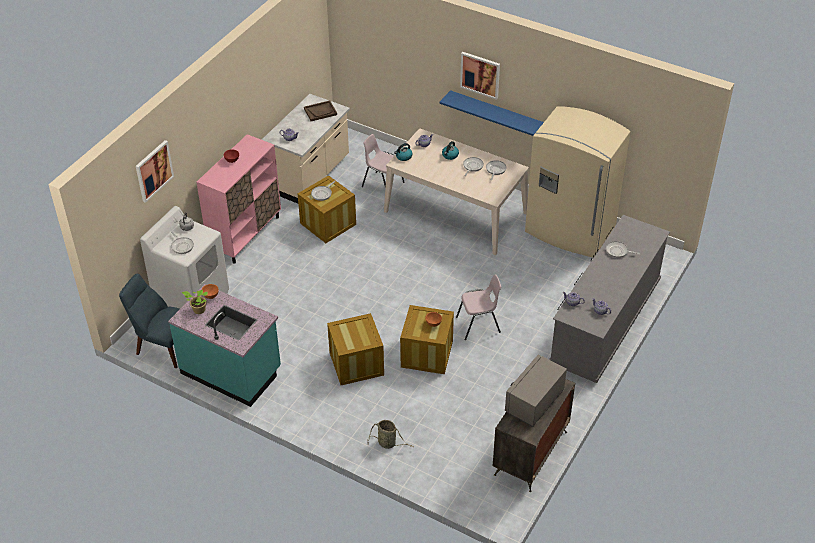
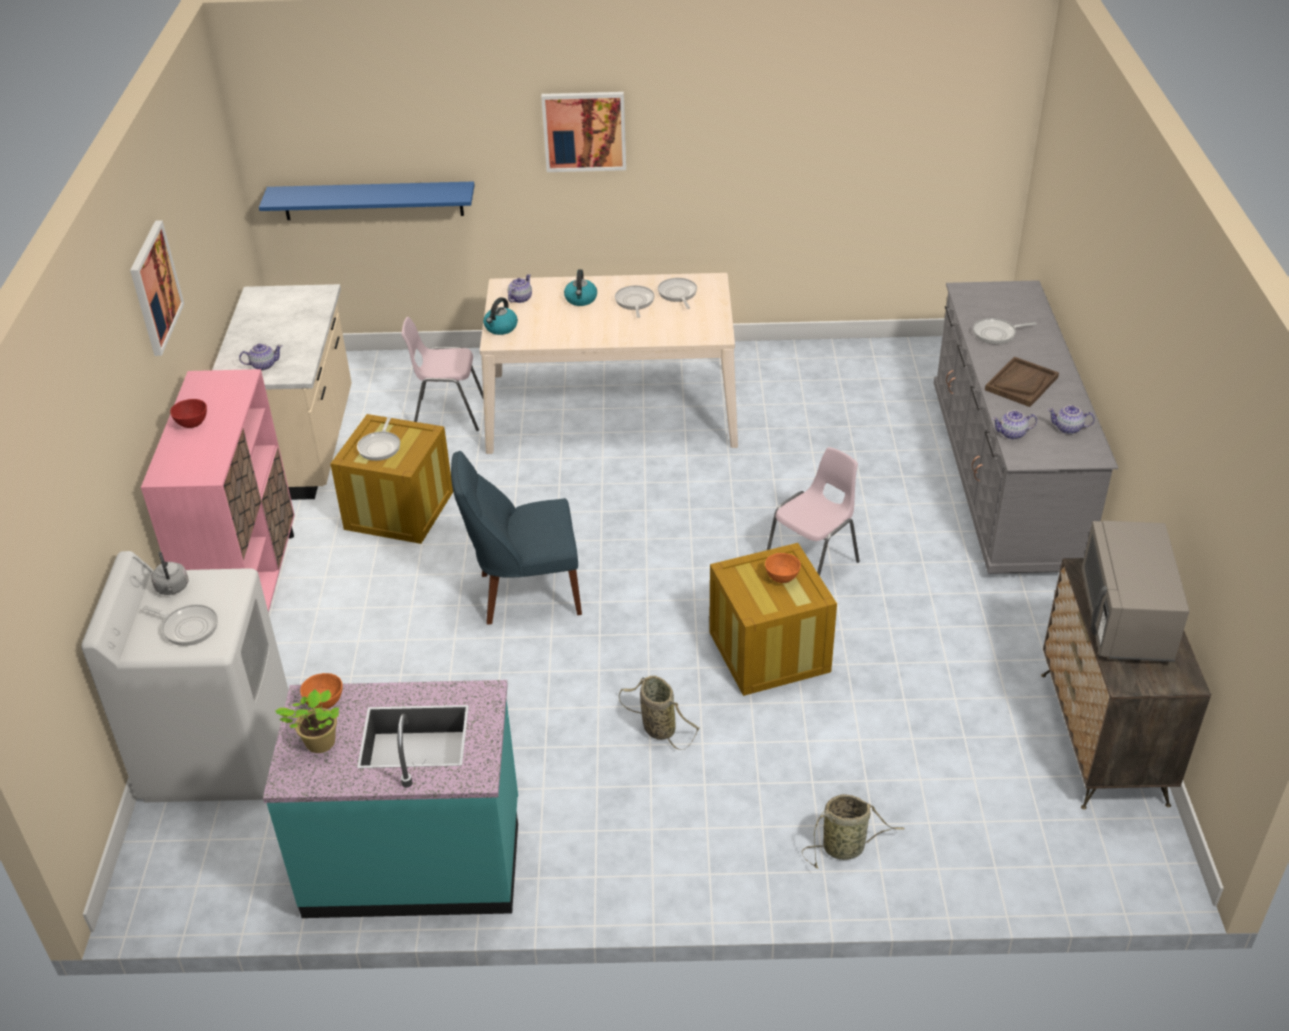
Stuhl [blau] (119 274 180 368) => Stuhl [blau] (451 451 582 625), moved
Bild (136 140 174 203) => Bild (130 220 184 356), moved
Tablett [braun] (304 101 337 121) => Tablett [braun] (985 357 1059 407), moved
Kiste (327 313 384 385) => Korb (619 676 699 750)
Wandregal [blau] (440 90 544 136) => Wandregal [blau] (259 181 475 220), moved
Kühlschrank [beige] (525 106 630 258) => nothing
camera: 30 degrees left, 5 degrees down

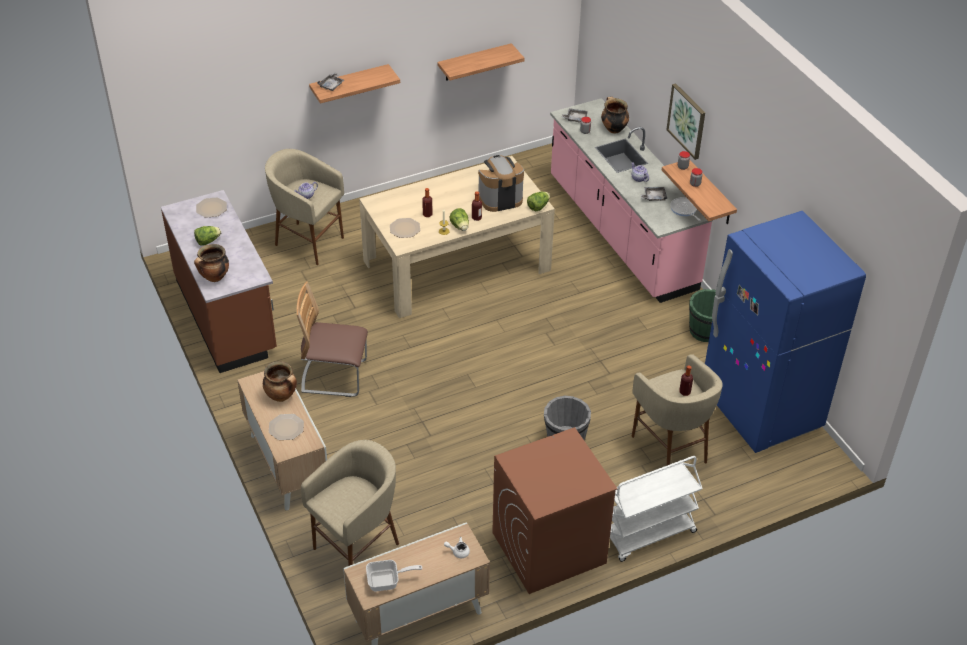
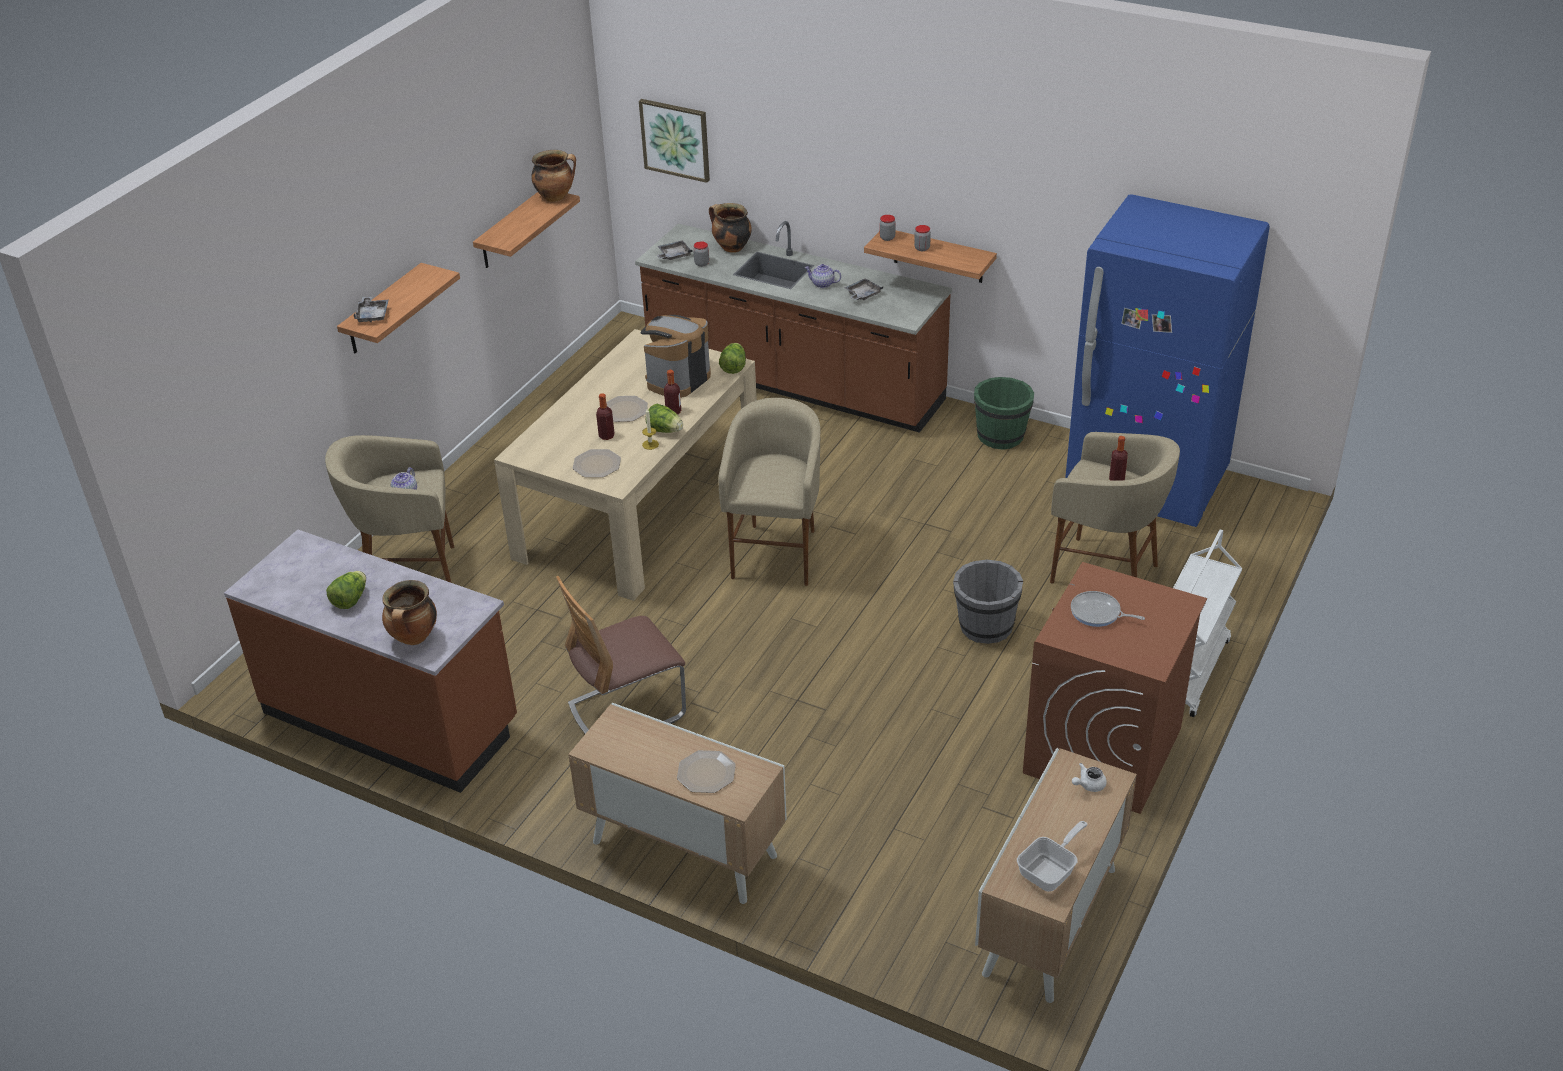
Teller (196 198 227 218) => Teller (606 396 648 422), moved
Kochtopf (263 361 297 402) => Kochtopf (531 150 576 202), moved
Hocker [beige] (301 440 399 566) => Hocker [beige] (718 398 820 586), moved
Küchenzeile [rosa] (550 98 713 303) => Küchenzeile [braun] (635 221 952 433)
Bild (666 83 705 160) => Bild (639 99 710 183), moved
Pfanne (670 197 701 221) => Pfanne (1071 591 1145 627), moved
camera: 35 degrees left, 5 degrees down

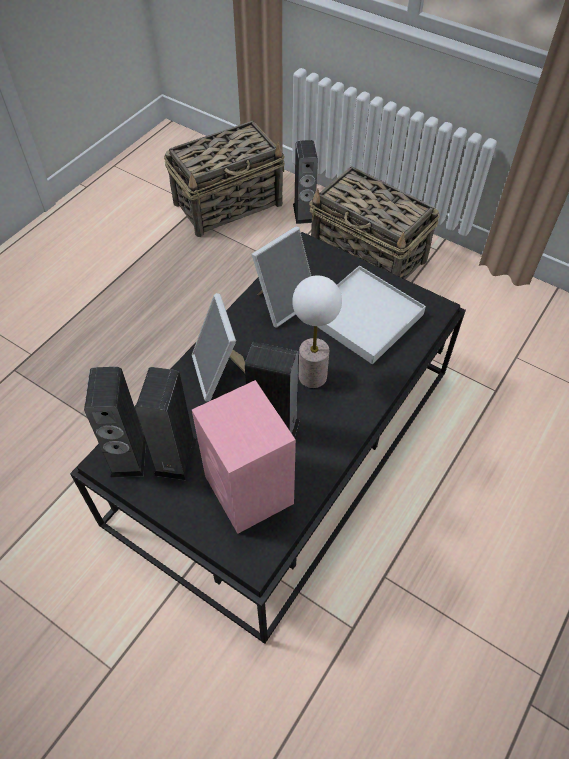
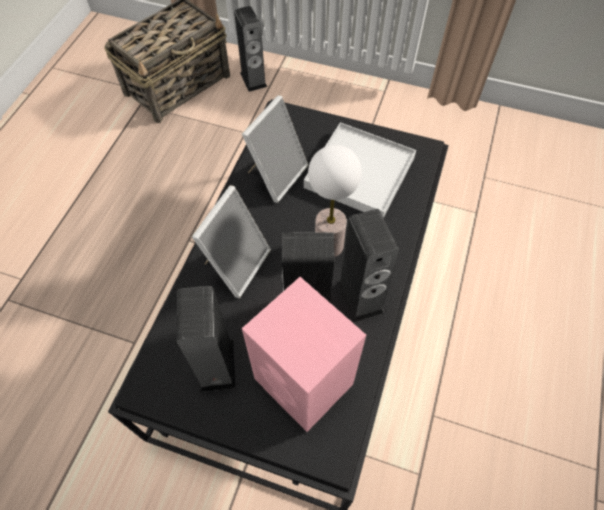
Lautsprecher (84 367 146 478) => Lautsprecher (338 209 399 323), moved
Bilderrahmen (192 293 245 402) => Bilderrahmen (192 185 271 298), 120 degrees counterclockwise
Korb (309 166 440 279) => nothing
camera: 15 degrees left, 5 degrees up

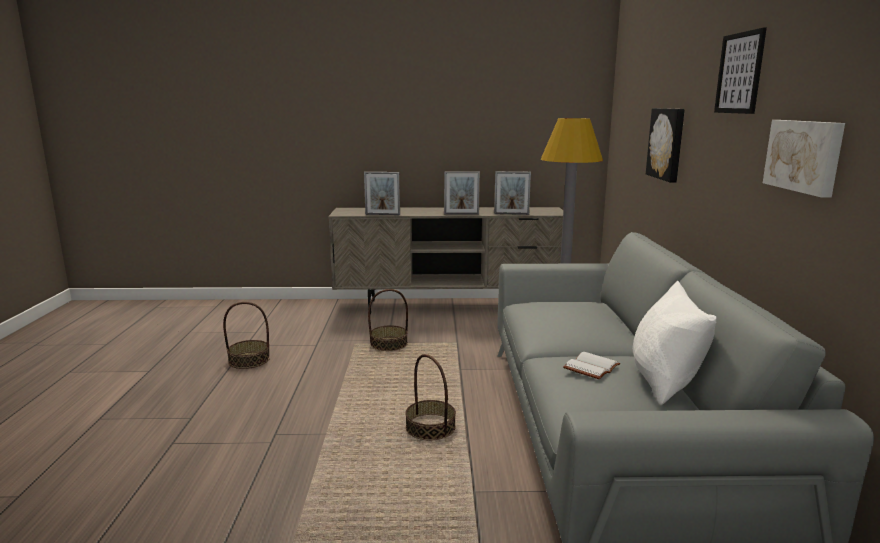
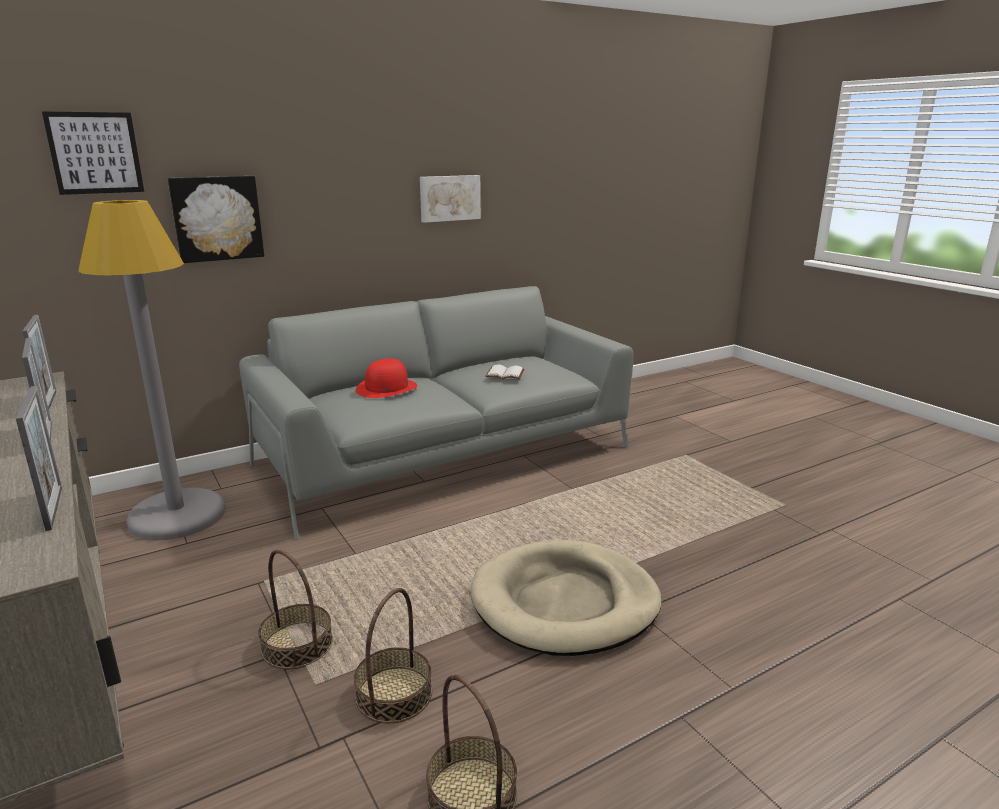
Korb (405 354 456 440) => Korb (354 588 432 723), moved
Kissen [weiß] (632 281 716 405) => nothing
Bild (714 28 767 114) => Bild (42 111 144 195), moved
nothing => Hut [rot] (356 358 418 398)
nothing => Hundebett [beige] (471 540 661 656)
camera: 120 degrees left, 5 degrees up

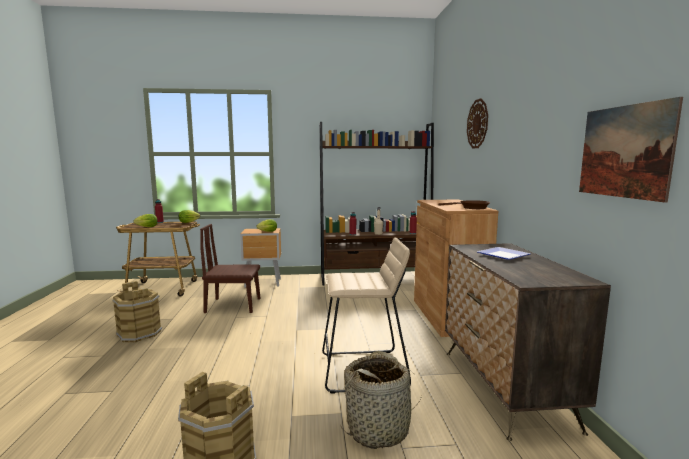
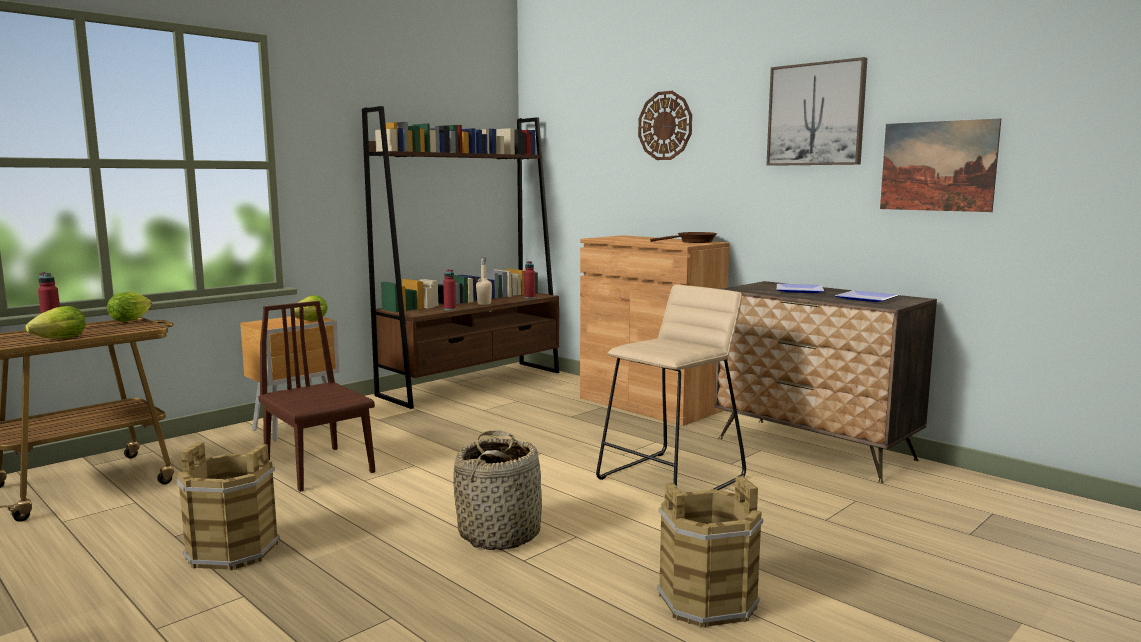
Stuhl [braun] (200 224 260 313) => Stuhl [braun] (258 301 375 492), 90 degrees clockwise
Korb (340 351 422 449) => Korb (453 431 542 550), moved
nothing => Bild (767 57 867 166)
nothing => Teller (835 290 899 302)
camera: 40 degrees left, 0 degrees up

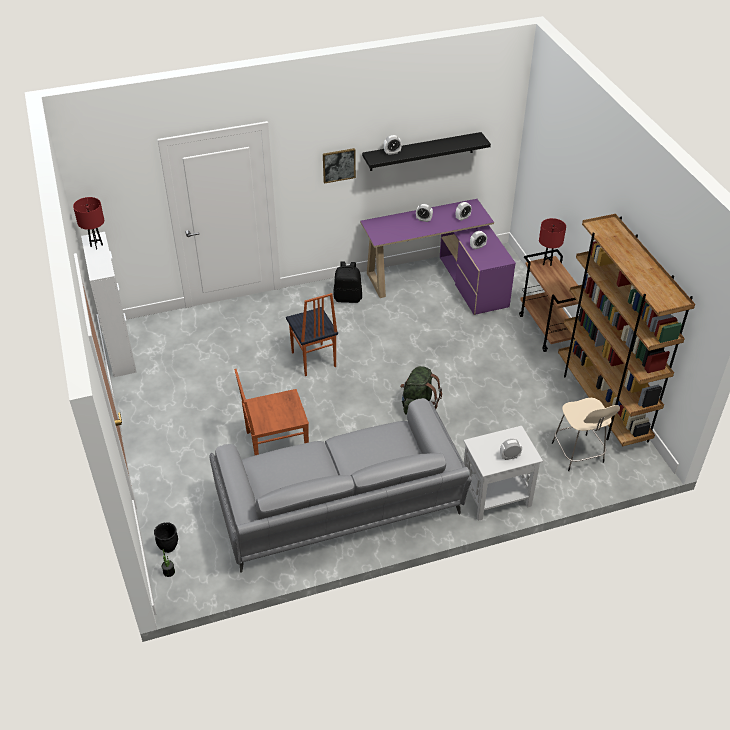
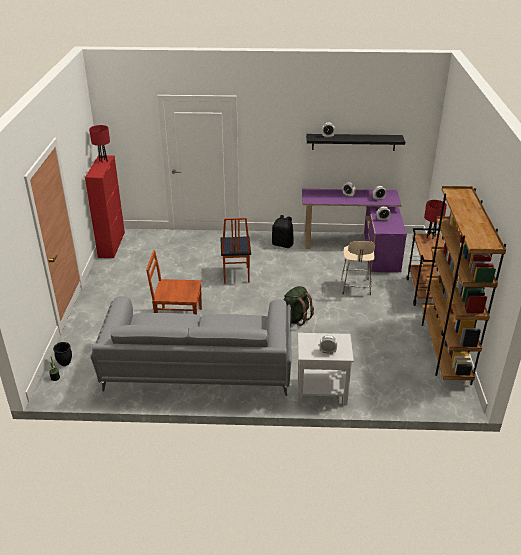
Schrank [weiß] (81 232 137 377) => Schrank [rot] (85 155 125 258)
Bild (323 148 356 184) => nothing
Hocker [beige] (552 398 620 471) => Hocker [beige] (341 241 375 295), moved
camera: 20 degrees right, 10 degrees down

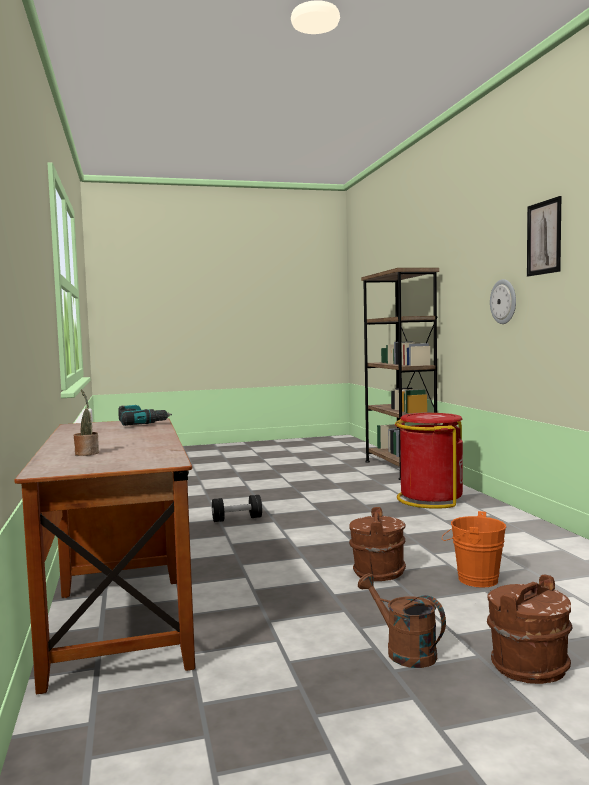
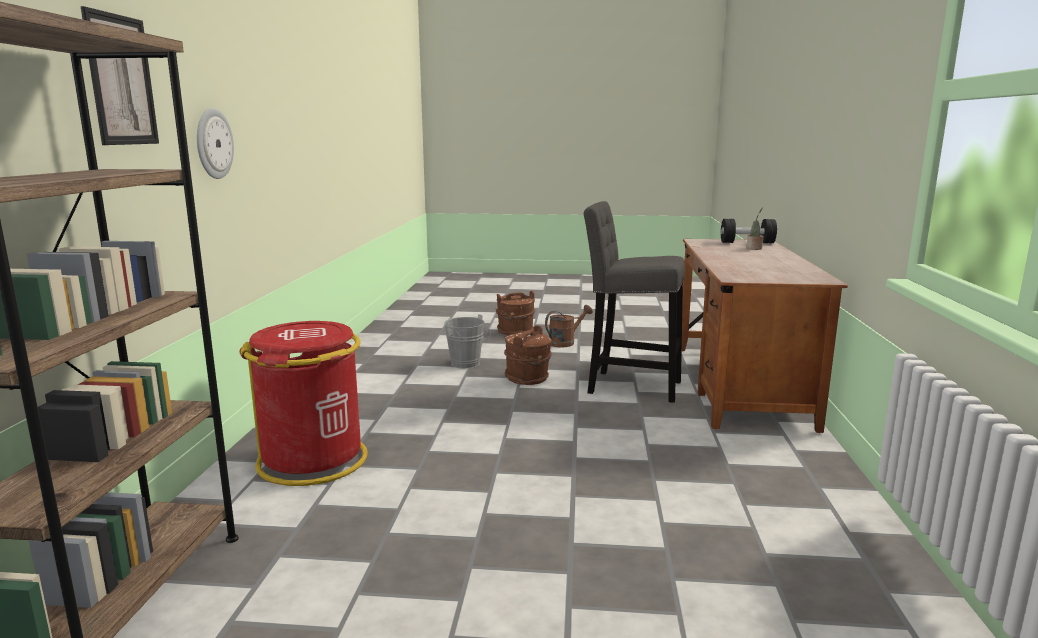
Bohrmaschine (118 405 172 426) => nothing
Hantel [schwarz] (212 495 262 522) => Hantel [schwarz] (721 219 777 243), moved
Gießkanne [braun] (358 573 446 668) => Gießkanne [braun] (545 305 593 348), 105 degrees counterclockwise
Eimer [orange] (442 511 506 588) => Eimer [grau] (444 314 491 368)
Bild (527 196 561 276) => Bild (81 6 159 145), moved
nothing => Hocker [grau] (584 201 685 403)
camera: 160 degrees left, 10 degrees up

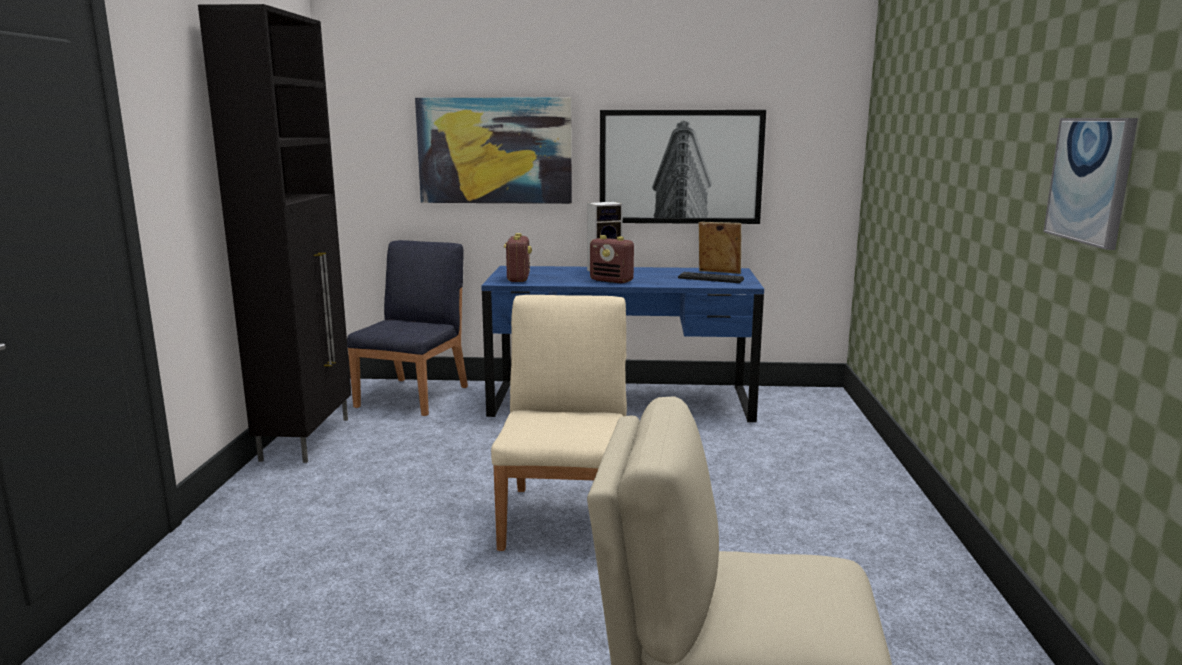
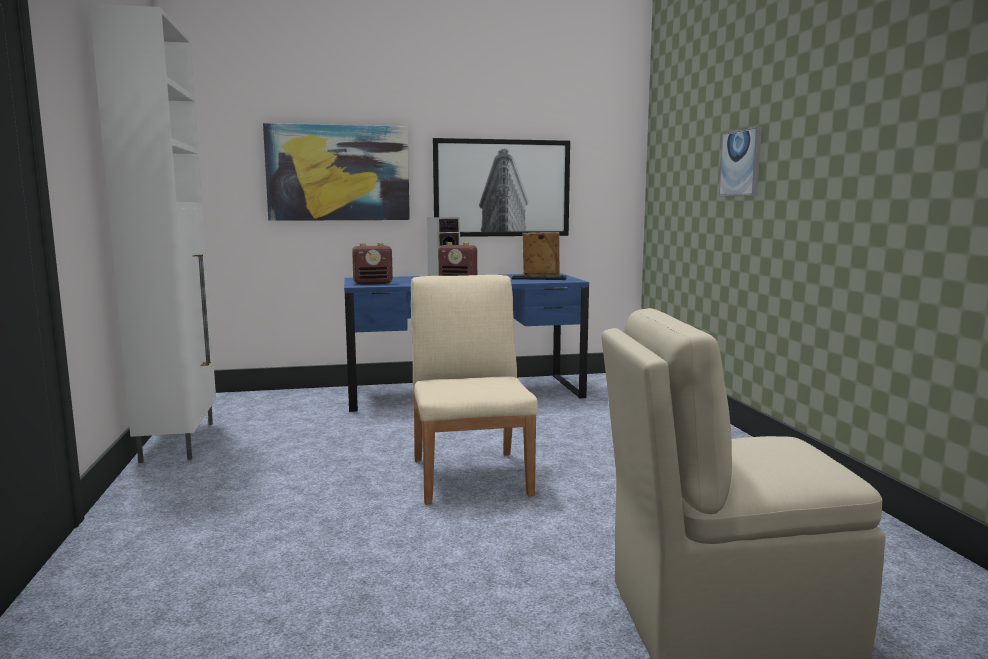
Schrank [schwarz] (198 4 351 463) => Schrank [weiß] (89 3 216 463)
Stuhl [blau] (347 240 468 416) => nothing
Radio (503 233 532 282) => Radio (352 243 393 285), 90 degrees clockwise
Bild (1043 118 1138 250) => Bild (719 127 762 197), moved
camera: 15 degrees left, 5 degrees down

